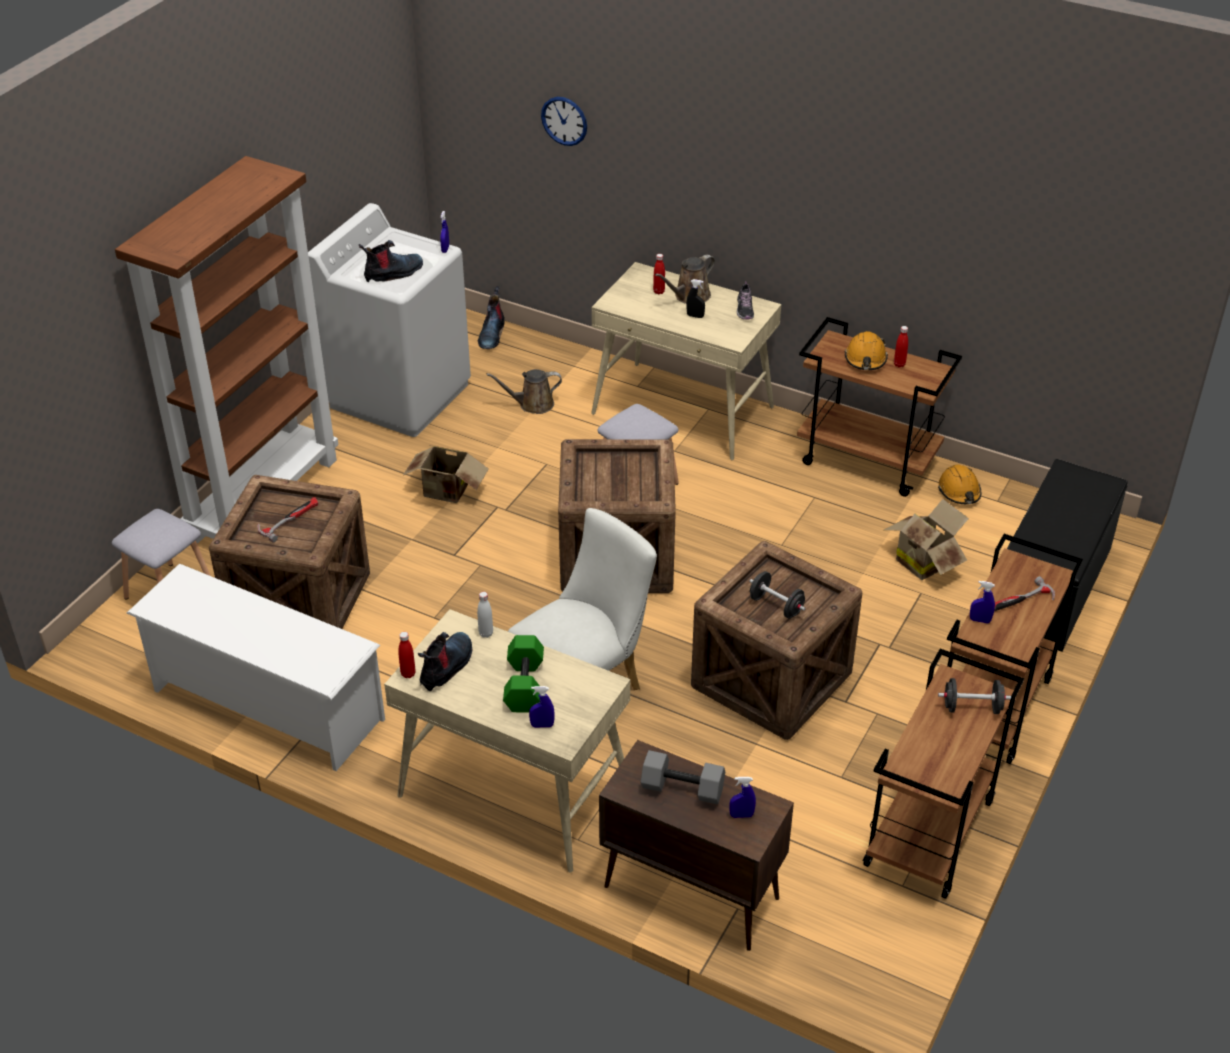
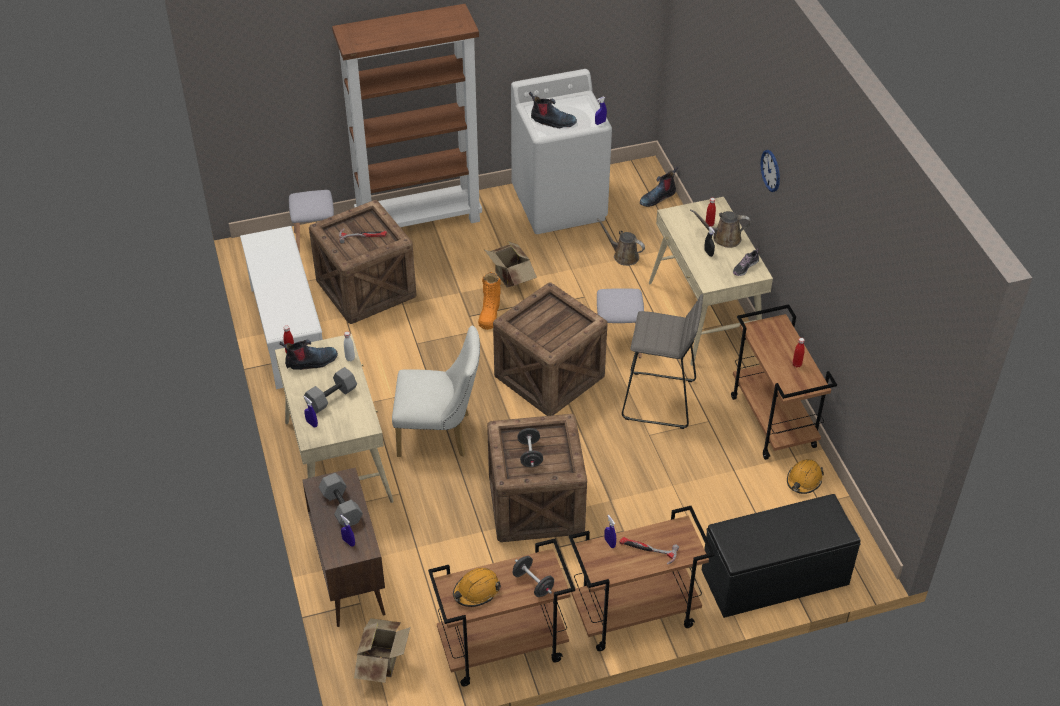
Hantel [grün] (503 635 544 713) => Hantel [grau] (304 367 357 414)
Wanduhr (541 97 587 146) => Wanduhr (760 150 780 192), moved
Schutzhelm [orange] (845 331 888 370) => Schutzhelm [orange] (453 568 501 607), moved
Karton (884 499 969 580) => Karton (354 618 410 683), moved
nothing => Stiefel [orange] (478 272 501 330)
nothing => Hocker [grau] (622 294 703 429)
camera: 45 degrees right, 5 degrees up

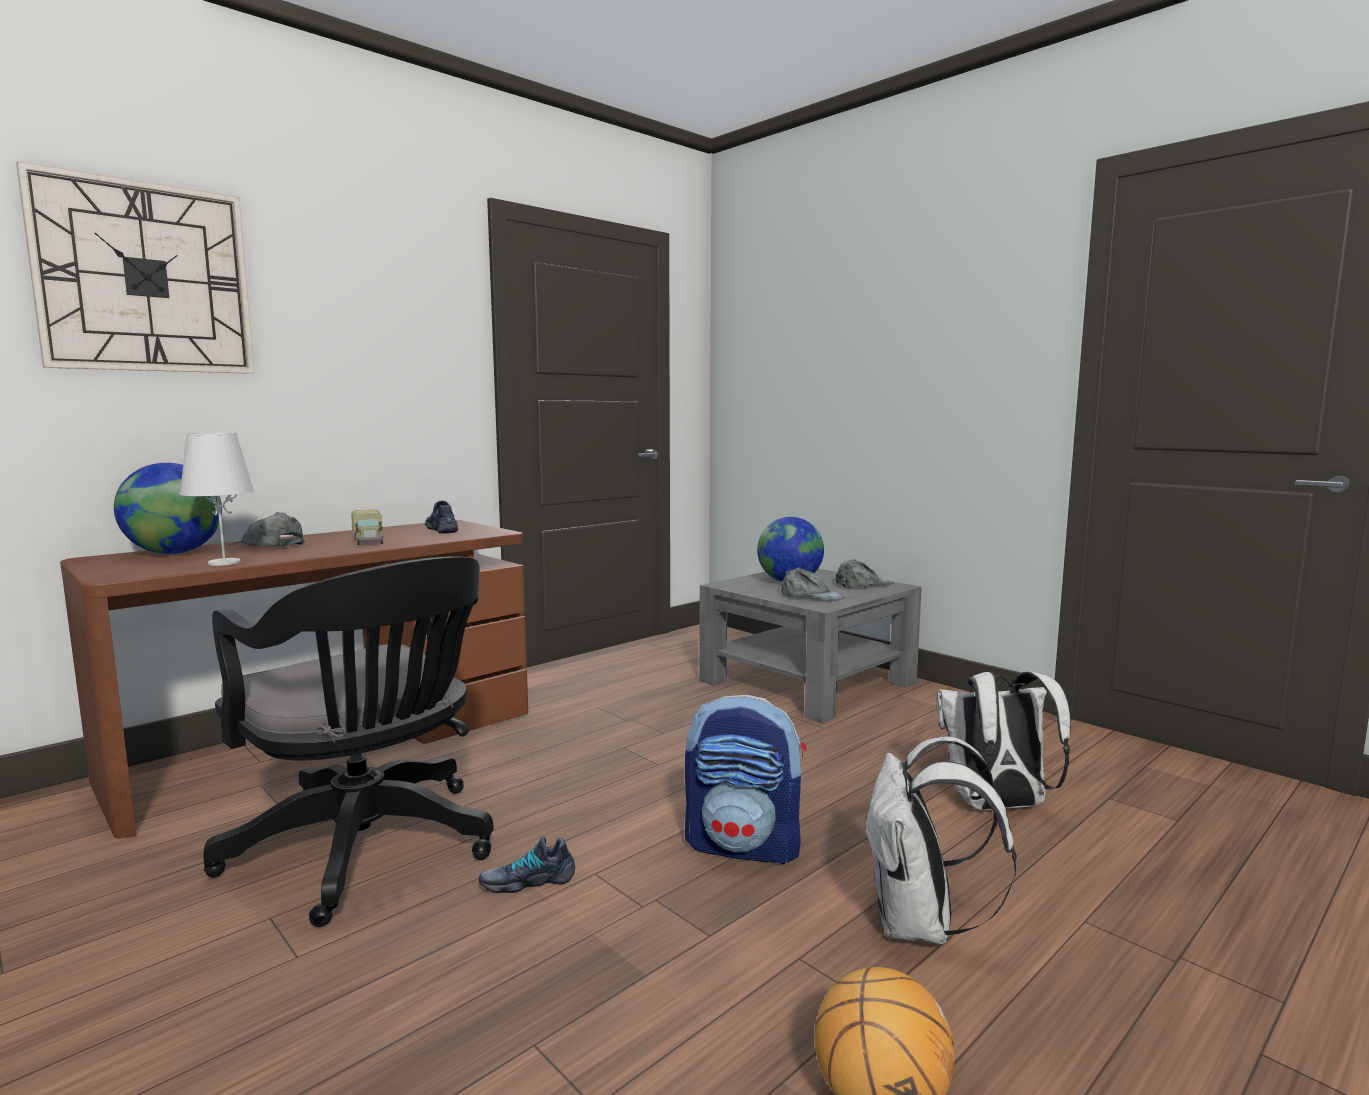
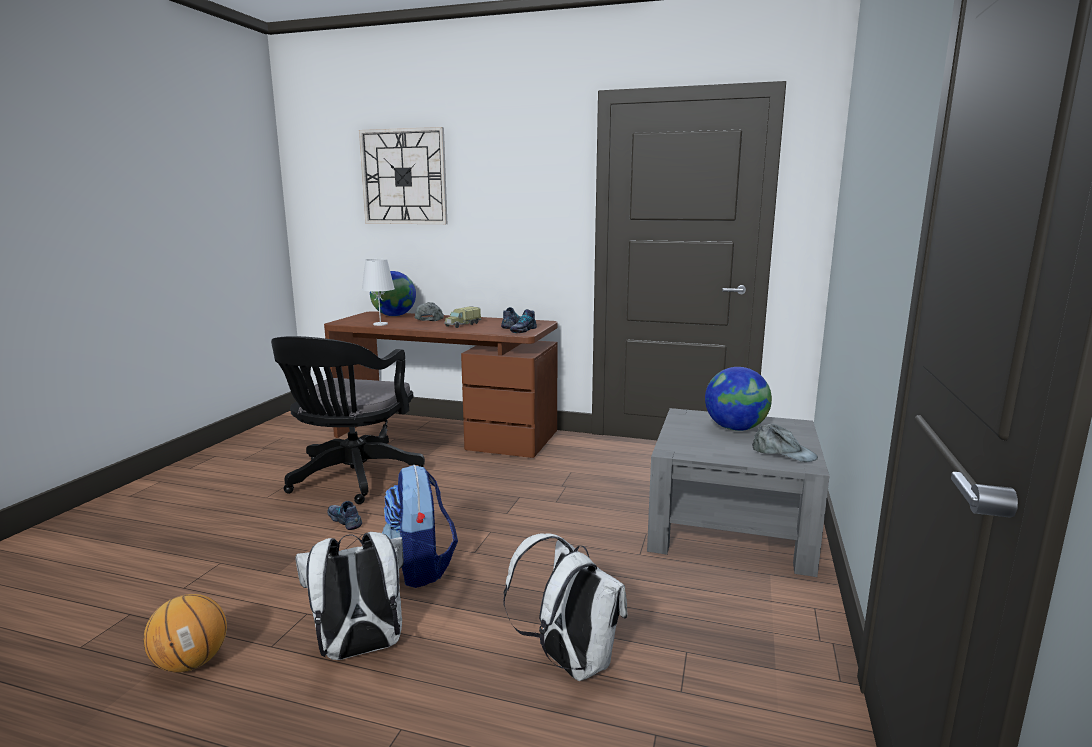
Kappe [grau] (781 567 845 600) => nothing
nothing => Schuh (510 309 537 333)
camera: 60 degrees right, 5 degrees up

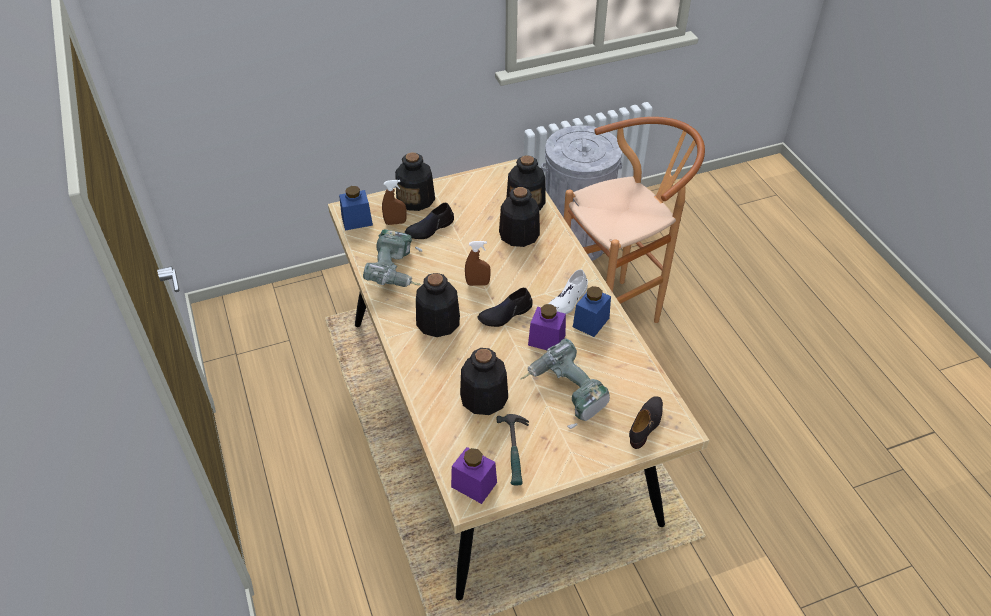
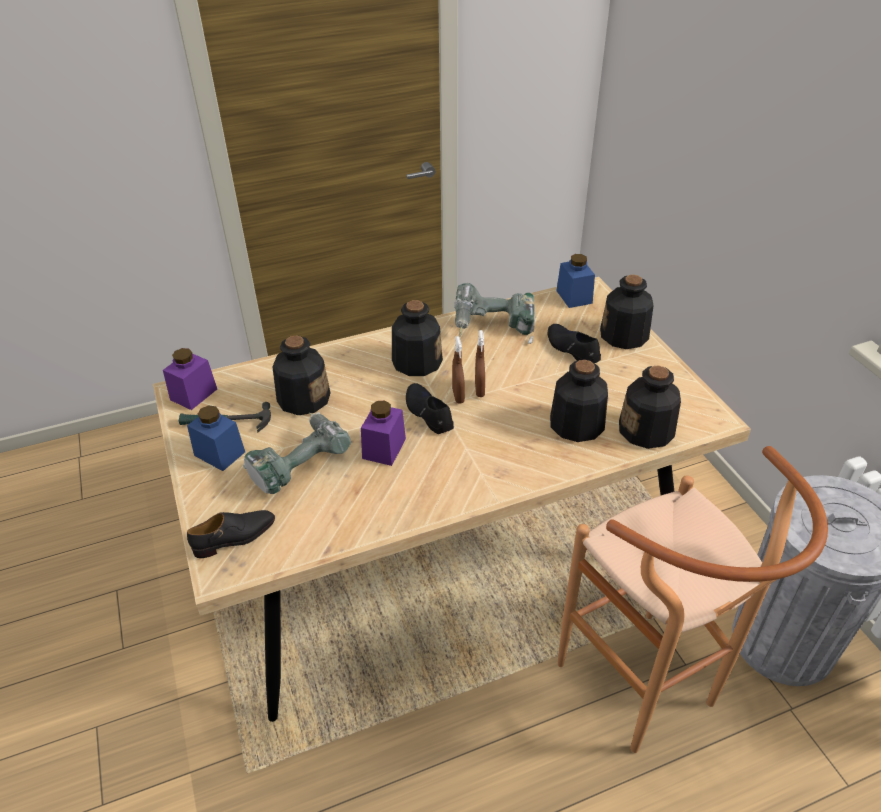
Sprühflasche [braun] (382 180 407 225) => Sprühflasche [braun] (452 336 465 403), moved
Schuh [weiß] (549 269 588 314) => nothing
Vorratsglas [blau] (573 286 611 337) => Vorratsglas [blau] (187 405 245 471), moved
Schuh [schwarz] (629 396 663 449) => Schuh [schwarz] (187 510 275 558), 60 degrees counterclockwise
camera: 90 degrees right, 5 degrees down

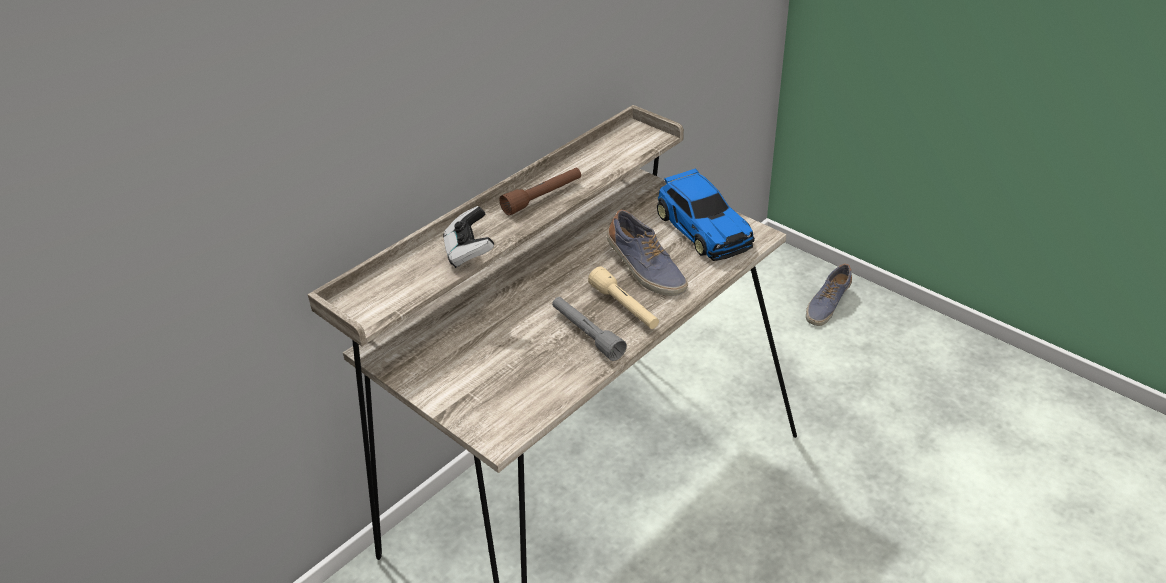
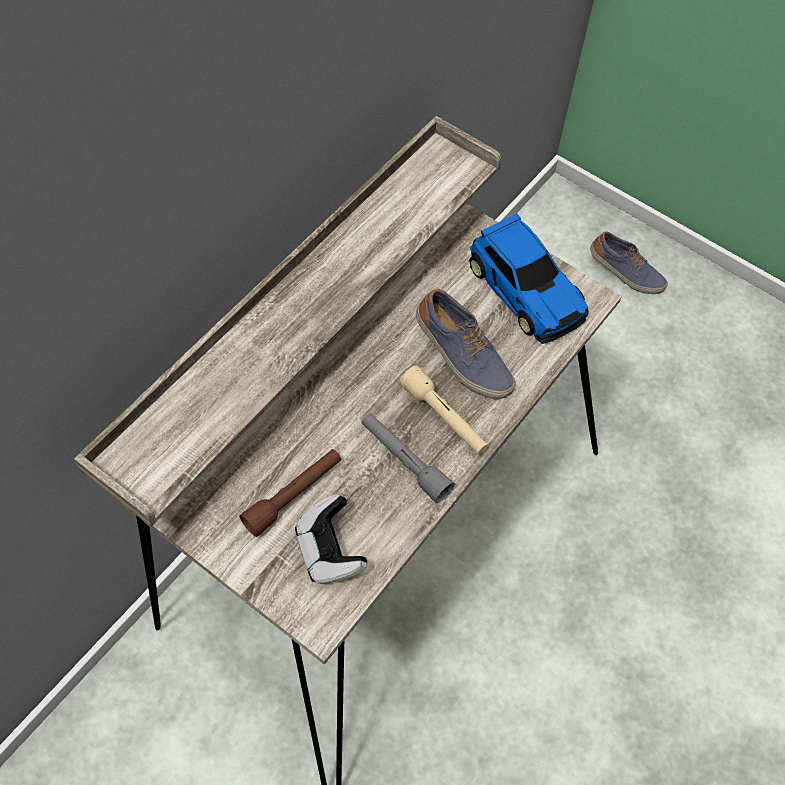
Gamepad (443 206 494 268) => Gamepad (295 494 367 584), moved
Taschenlampe [braun] (499 168 581 216) => Taschenlampe [braun] (239 449 341 537), moved
Schuh (806 264 852 326) => Schuh (590 232 668 294), 90 degrees counterclockwise
camera: 10 degrees left, 20 degrees up

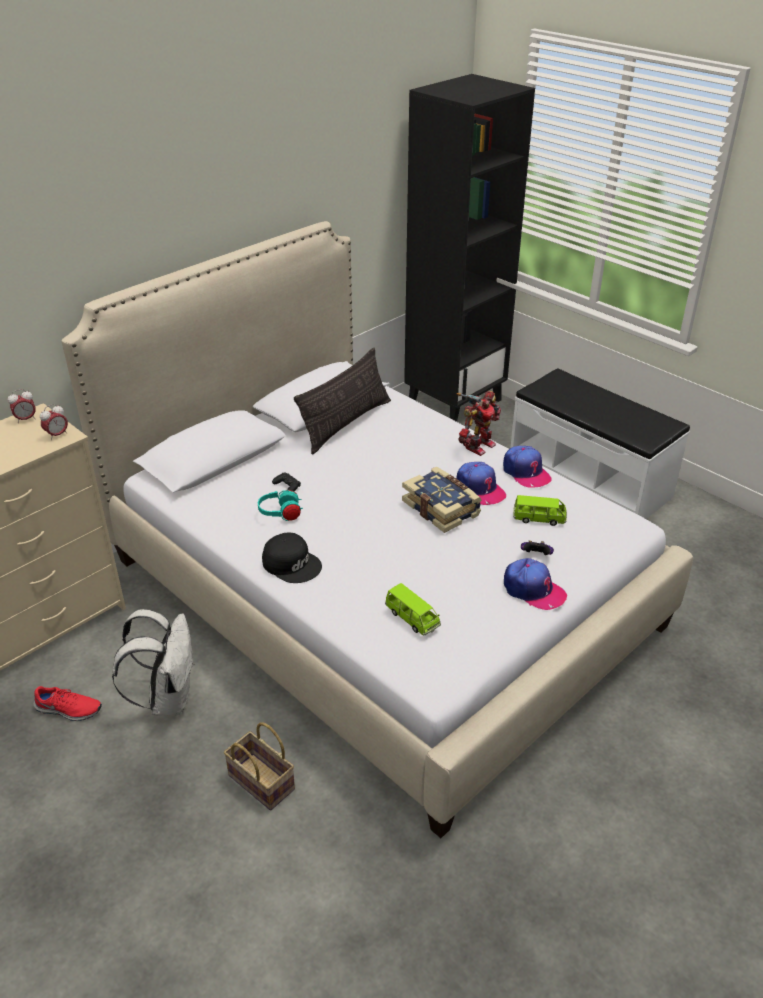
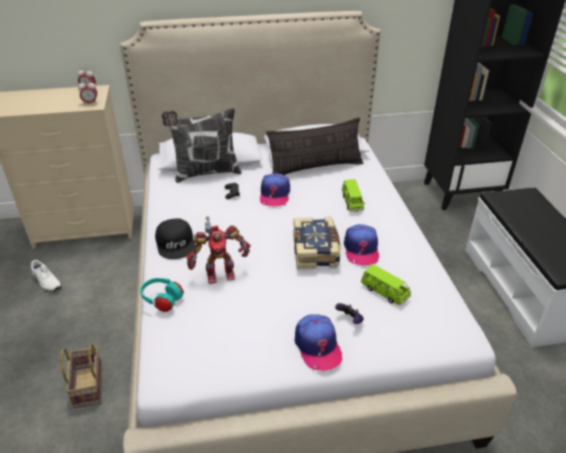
Schuh [rot] (34 686 102 721) => Schuh [weiß] (31 260 62 292)
Rucksack [weiß] (112 609 193 716) => nothing
Kopfhörer [türkis] (258 490 303 521) => Kopfhörer [türkis] (140 278 184 312), moved
Spielzeugauto [grün] (385 583 441 635) => Spielzeugauto [grün] (342 179 365 212), moved
Spielzeugroboter (456 391 501 456) => Spielzeugroboter (187 216 251 284), moved
Kappe (503 446 552 488) => Kappe (260 173 290 206), moved
nothing => Kissen (162 108 242 183)
camera: 35 degrees right, 0 degrees up

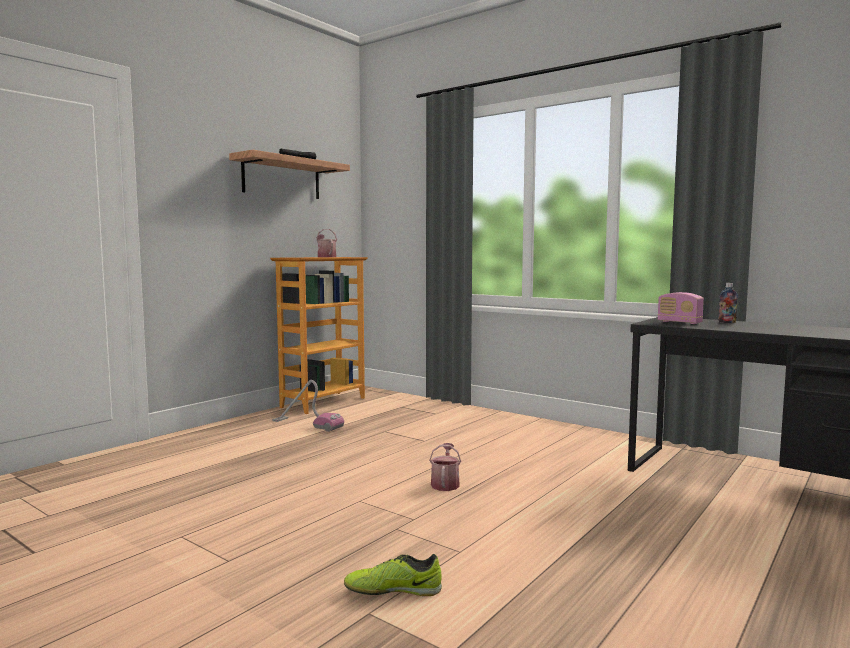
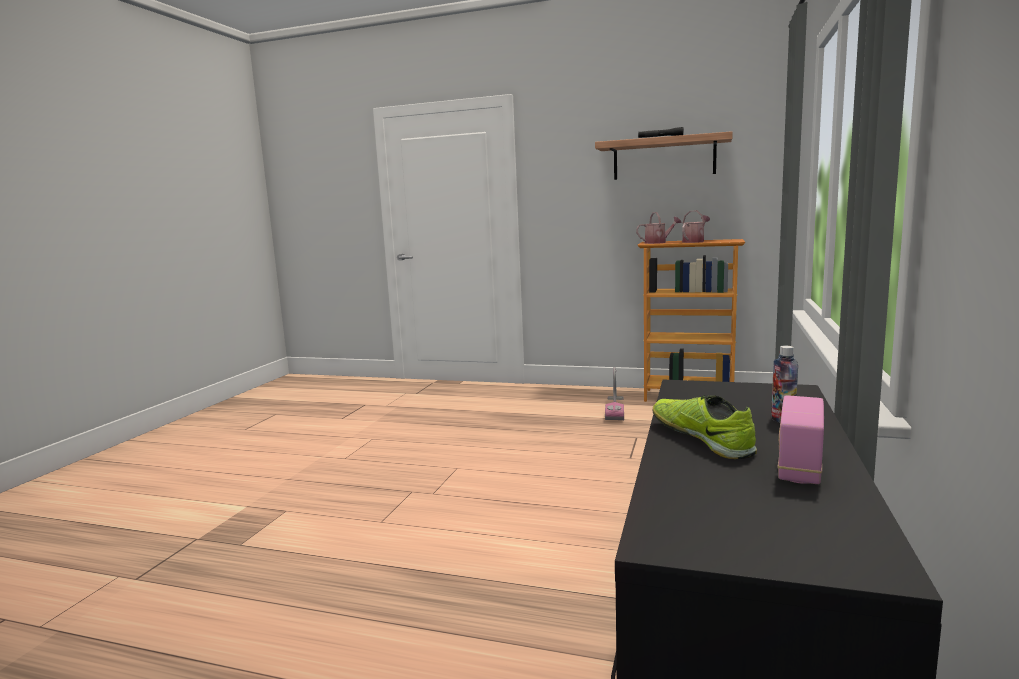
Schuh (344 554 442 596) => Schuh (653 395 757 459), moved
Gießkanne (429 443 461 491) => Gießkanne (636 212 681 244), moved
Radio (657 292 704 324) => Radio (777 395 824 484), moved
camera: 70 degrees right, 5 degrees up

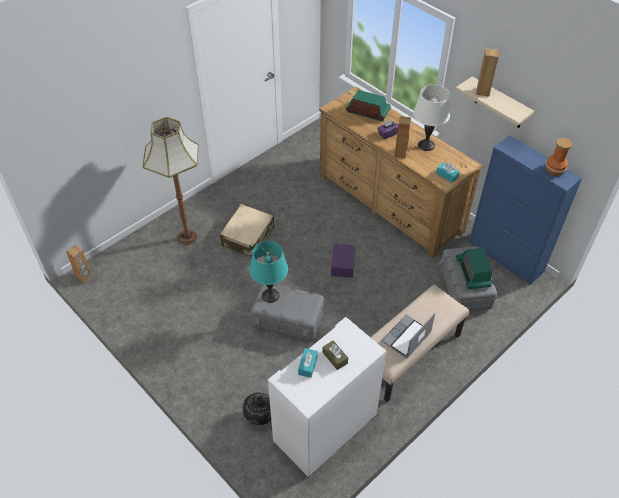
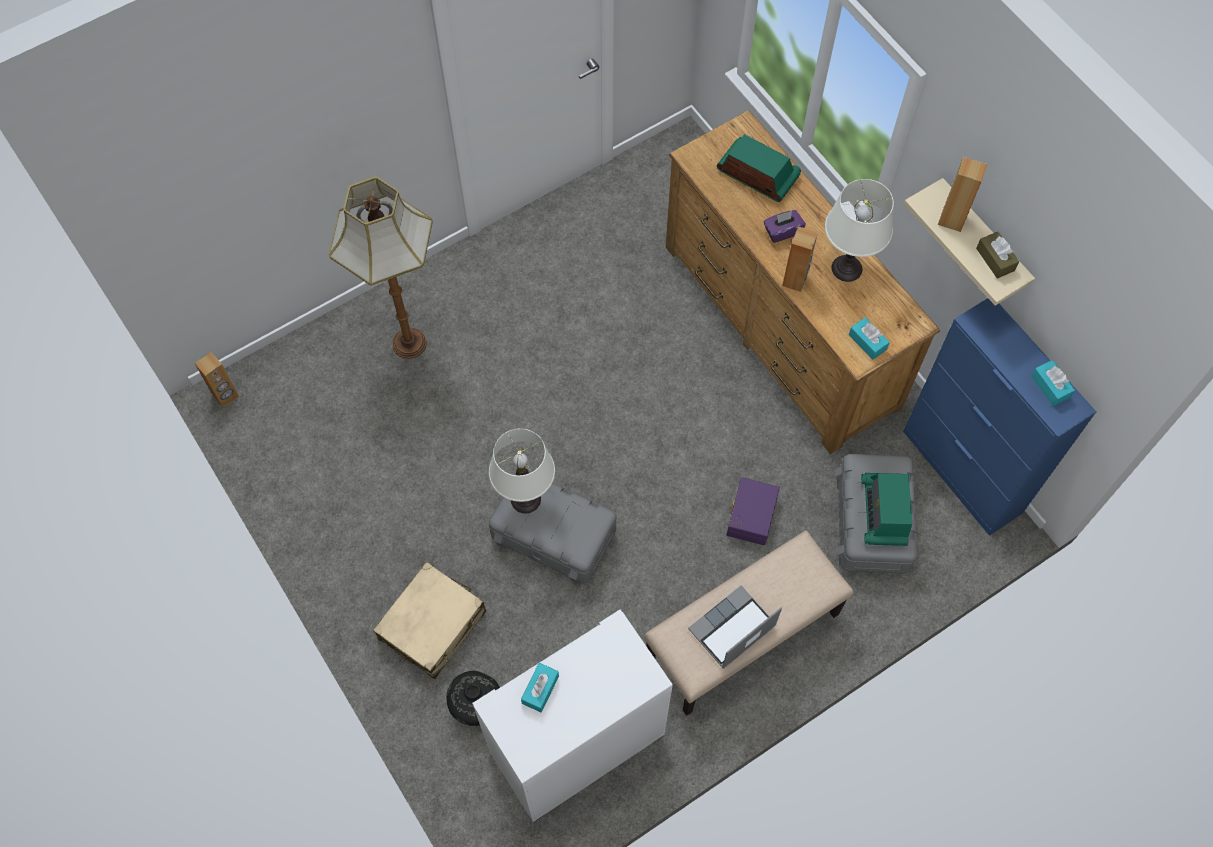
Koffer [beige] (220 204 274 257) => Koffer [beige] (373 562 486 679), moved
Tischlampe [türkis] (249 241 288 303) => Tischlampe [weiß] (489 428 555 513)
Taschentuchbox [braun] (322 340 348 370) => Taschentuchbox [braun] (976 232 1019 279), moved
Aufbewahrungsbox [lila] (330 244 355 278) => Aufbewahrungsbox [lila] (727 477 780 545), moved
Vase (545 138 572 176) => Taschentuchbox [türkis] (1031 360 1075 406)
camera: 10 degrees right, 15 degrees up

